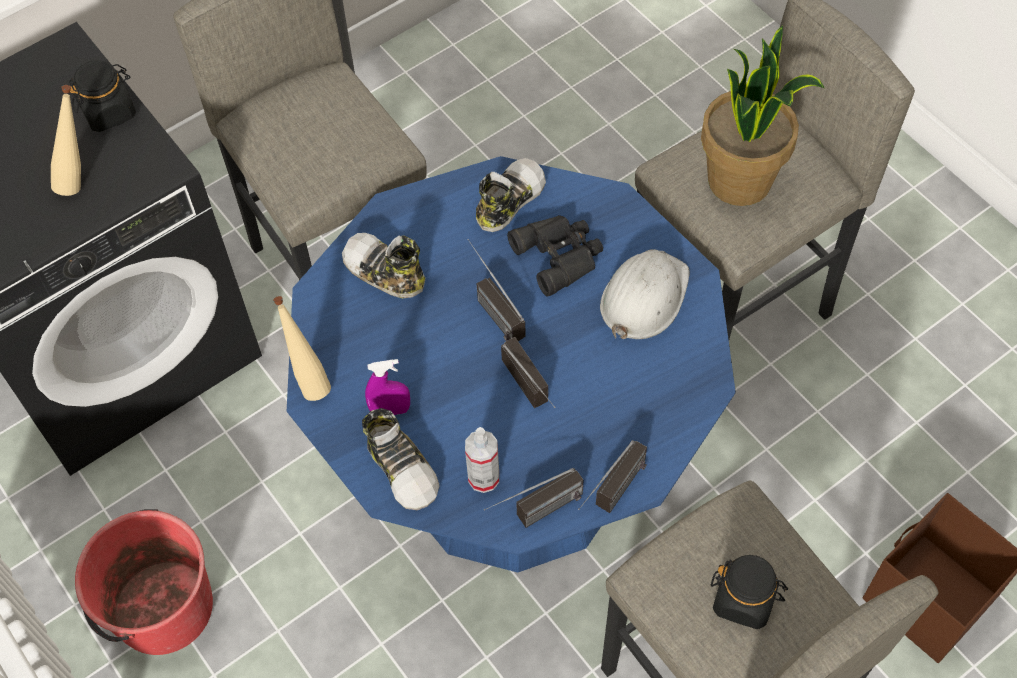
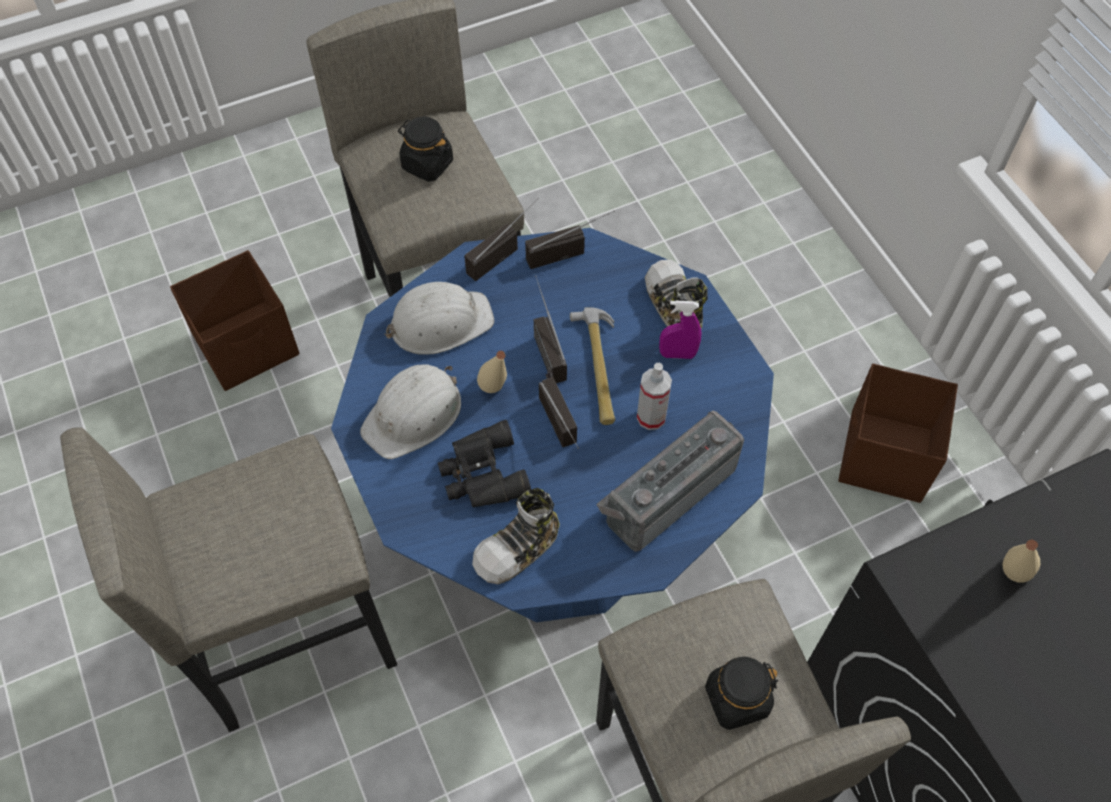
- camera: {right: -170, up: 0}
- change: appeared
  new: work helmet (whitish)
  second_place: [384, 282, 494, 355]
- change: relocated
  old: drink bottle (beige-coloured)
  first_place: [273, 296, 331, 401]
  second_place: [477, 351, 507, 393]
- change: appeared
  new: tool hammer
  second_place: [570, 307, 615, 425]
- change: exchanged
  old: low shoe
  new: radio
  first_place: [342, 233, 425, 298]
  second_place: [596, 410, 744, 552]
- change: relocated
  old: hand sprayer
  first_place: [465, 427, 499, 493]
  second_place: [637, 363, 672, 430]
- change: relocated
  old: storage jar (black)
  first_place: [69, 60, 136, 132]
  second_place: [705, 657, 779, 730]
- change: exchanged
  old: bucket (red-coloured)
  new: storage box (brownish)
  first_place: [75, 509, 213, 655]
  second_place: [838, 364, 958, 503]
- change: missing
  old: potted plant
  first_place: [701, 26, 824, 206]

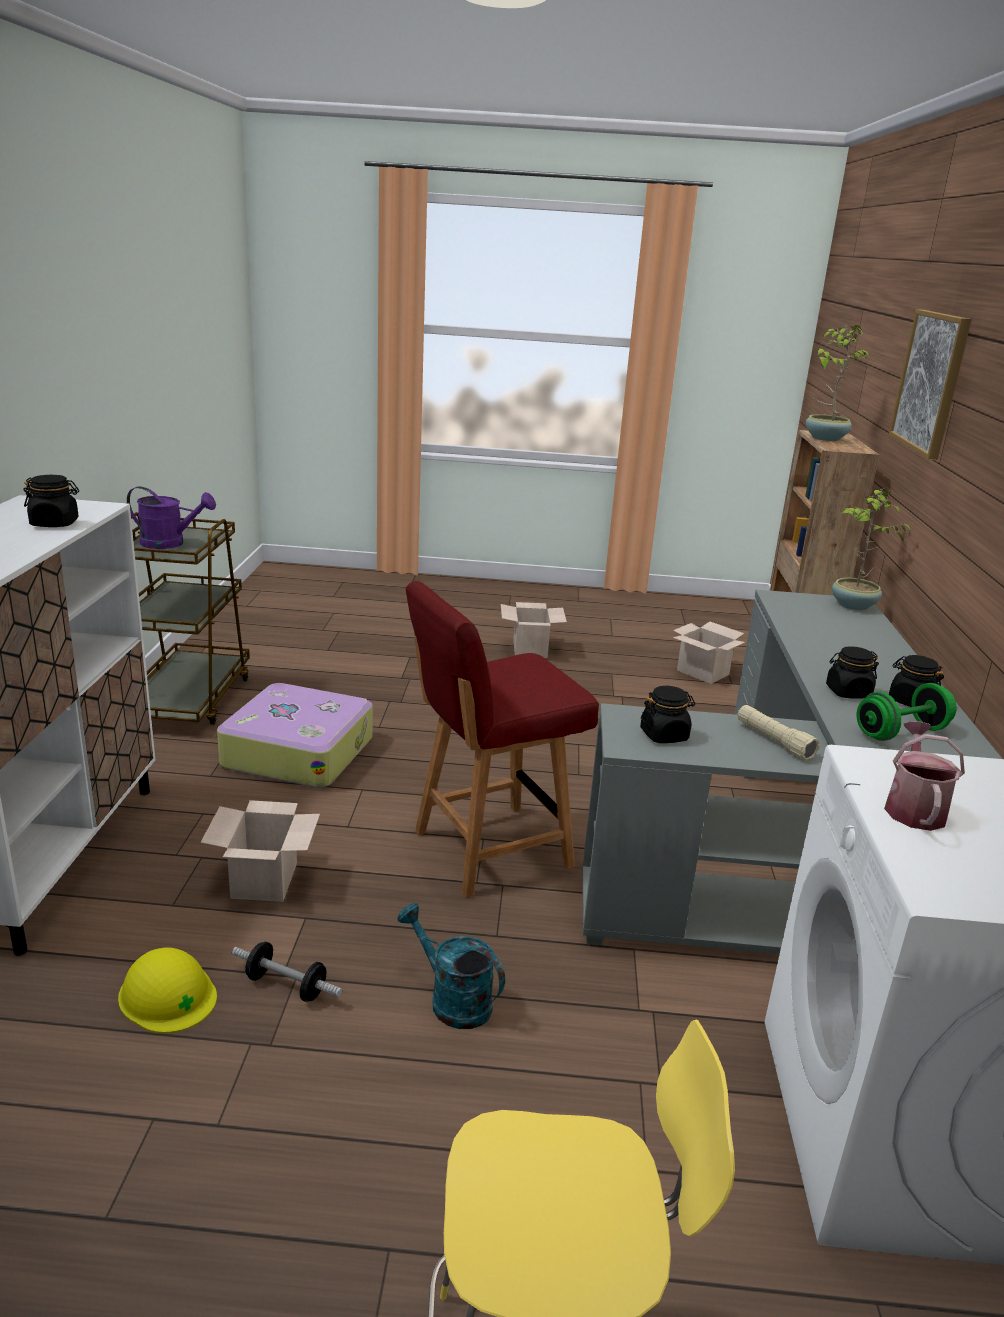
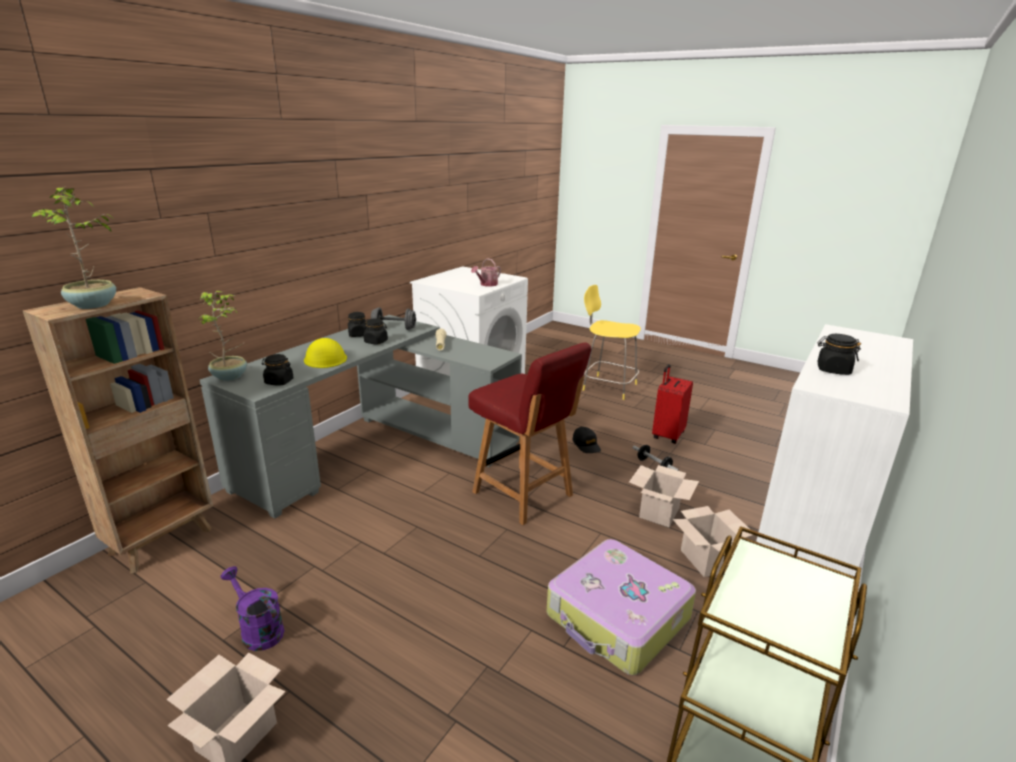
- camera: {right: -150, up: 0}
- change: relocated
  old: sprinkling can (purplish)
  first_place: [127, 486, 216, 549]
  second_place: [221, 566, 284, 651]
- change: relocated
  old: storage jar (black)
  first_place: [640, 686, 695, 743]
  second_place: [262, 354, 294, 385]
- change: relocated
  old: work helmet (yellow)
  first_place: [118, 948, 217, 1033]
  second_place: [304, 338, 347, 368]
- change: colour
  old: dumbbell (green-coloured)
  new: dumbbell (gray)
  first_place: [857, 683, 957, 741]
  second_place: [371, 307, 416, 330]
- change: spun
  old: plain chair (red-coloured)
  first_place: [406, 581, 599, 898]
  second_place: [468, 342, 592, 525]
  degrees: 45
- change: exchanged
  old: sprinkling can (turquoise-coloured)
  new: baseball cap (black)
  first_place: [397, 903, 505, 1029]
  second_place: [572, 427, 601, 453]
- change: appeared
  new: piece of luggage (red-coloured)
  second_place: [652, 364, 693, 444]
- change: relocated
  old: carton
  first_place: [673, 621, 745, 684]
  second_place: [672, 506, 753, 577]
- change: missing
  old: wall art
  first_place: [889, 309, 972, 460]

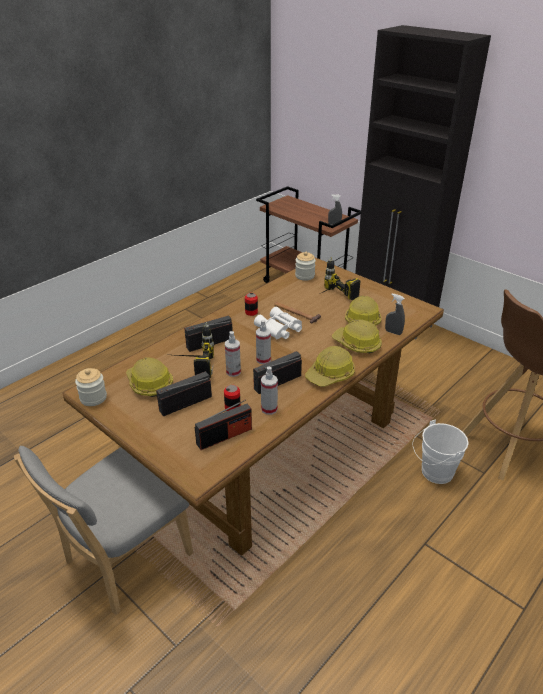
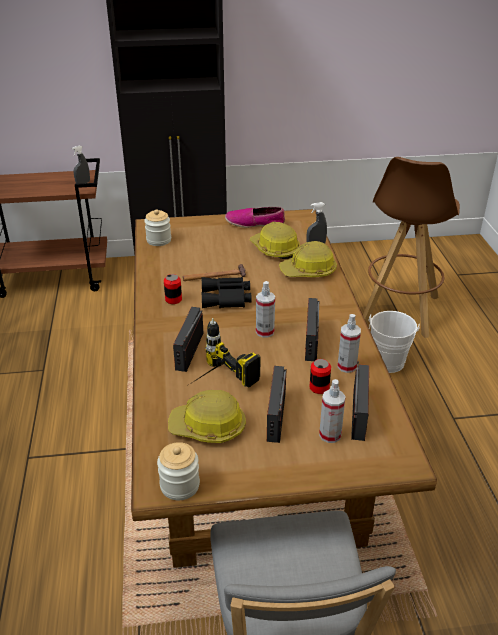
- camera: {right: -50, up: 0}
- change: colour
  old: binoculars (whitish)
  new: binoculars (black)
  first_place: [254, 307, 302, 339]
  second_place: [202, 277, 252, 308]
- change: appeared
  new: low shoe
  second_place: [225, 207, 285, 228]
- change: relocated
  old: hand sprayer
  first_place: [225, 331, 241, 377]
  second_place: [319, 379, 346, 443]
- change: missing
  old: work helmet
  first_place: [305, 346, 355, 387]
- change: missing
  old: electric drill
  first_place: [322, 257, 360, 300]

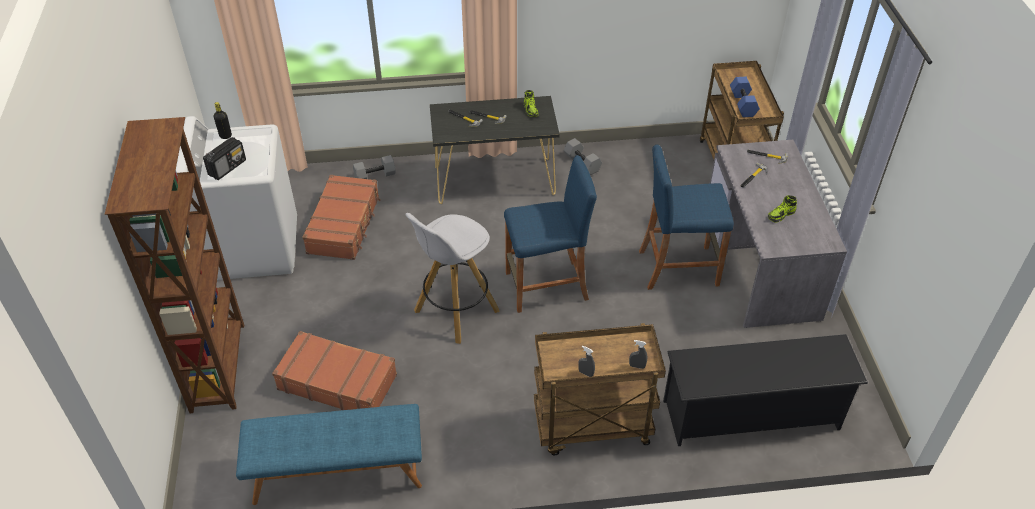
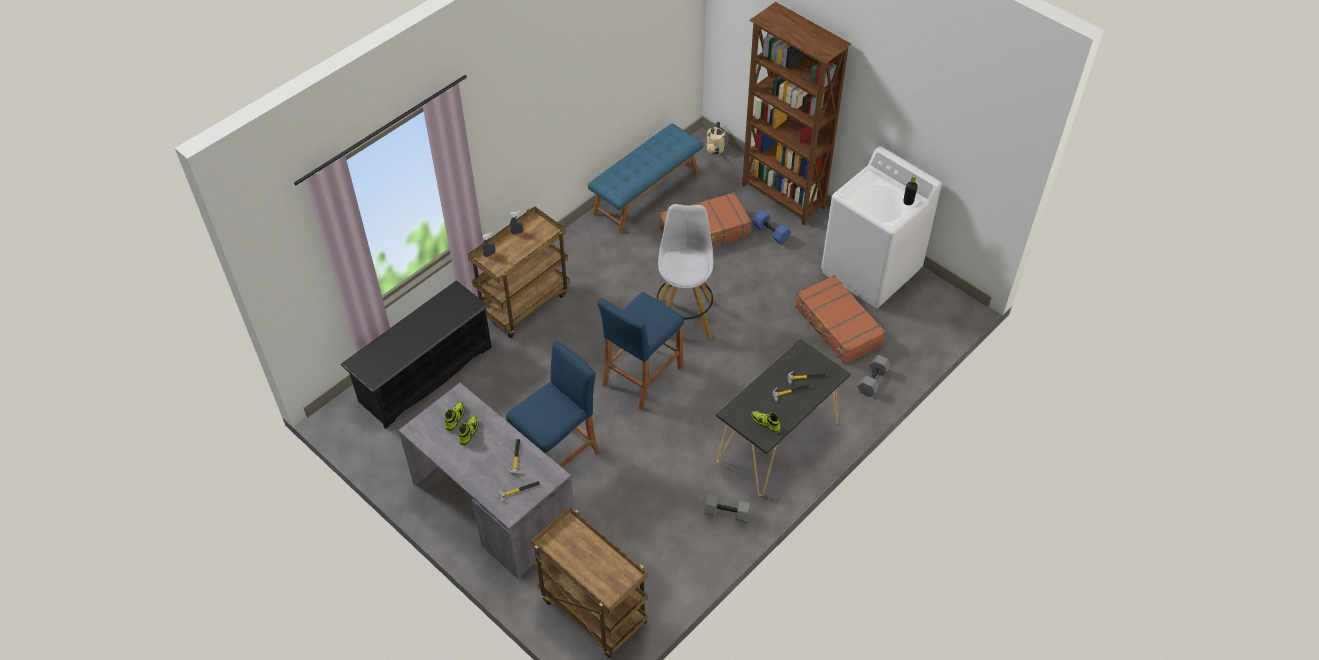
- camera: {right: 140, up: 5}
- change: appeared
  new: low shoe
  second_place: [445, 401, 465, 431]
- change: appeared
  new: sprinkling can (beige-coloured)
  second_place: [706, 122, 725, 154]
- change: relocated
  old: dumbbell (blue-coloured)
  first_place: [730, 77, 760, 117]
  second_place: [752, 210, 791, 245]
- change: missing
  old: radio
  first_place: [203, 137, 246, 180]

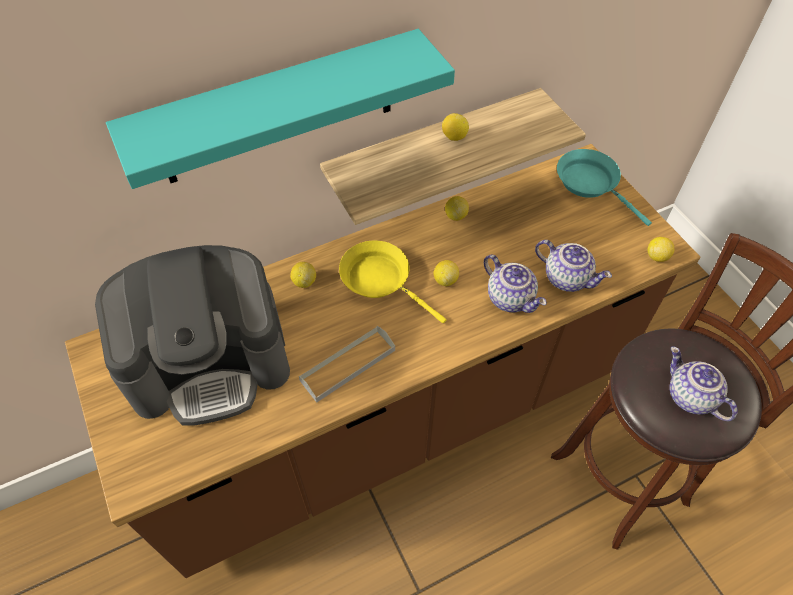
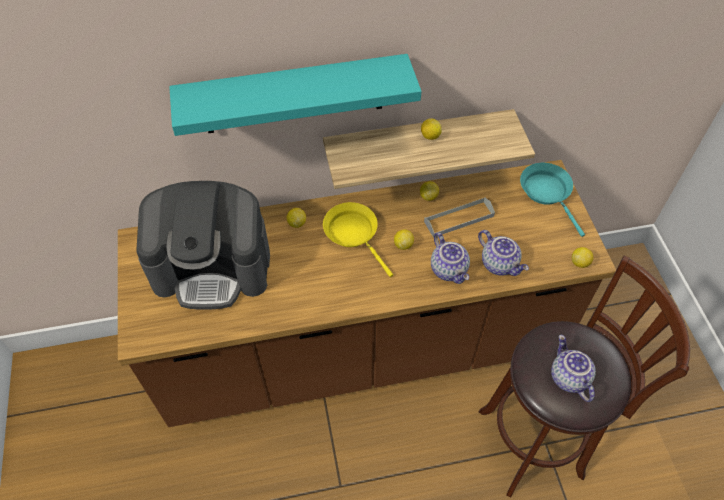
- camera: {right: 15, up: 0}
- change: relocated
  old: carrying tray (gray)
  first_place: [299, 326, 395, 403]
  second_place: [424, 197, 495, 238]

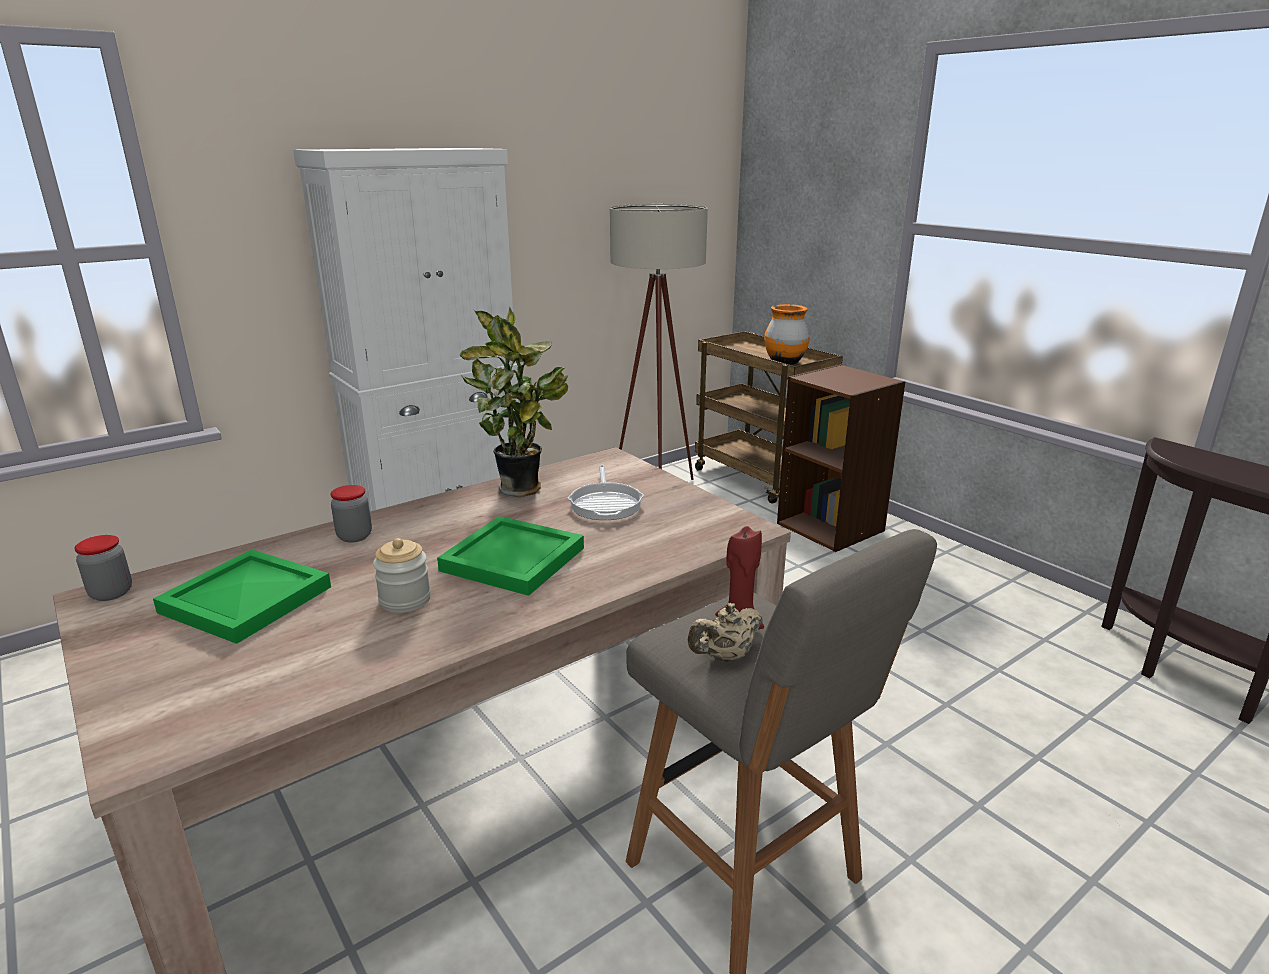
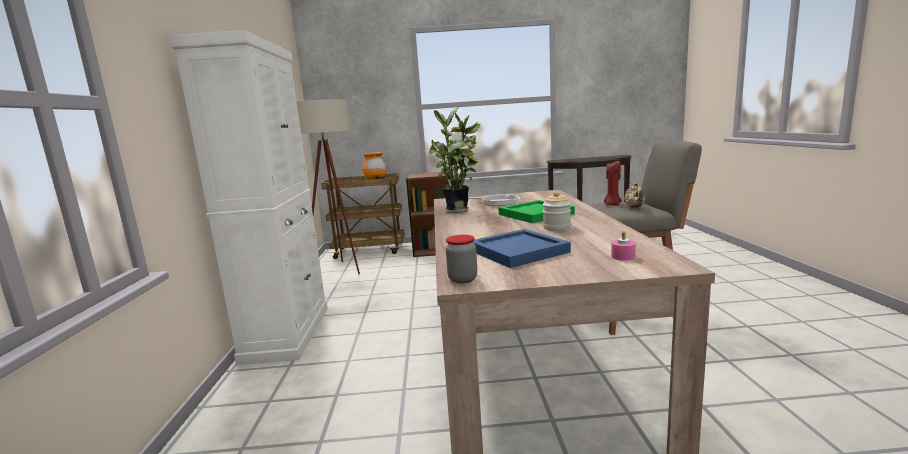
- camera: {right: -55, up: -10}
- change: colour
  old: carrying tray (green-coloured)
  new: carrying tray (blue-coloured)
  first_place: [153, 549, 331, 644]
  second_place: [473, 229, 571, 268]
- change: appeared
  new: wax candle (pink)
  second_place: [611, 231, 636, 261]
- change: missing
  old: storage jar
  first_place: [330, 485, 372, 542]

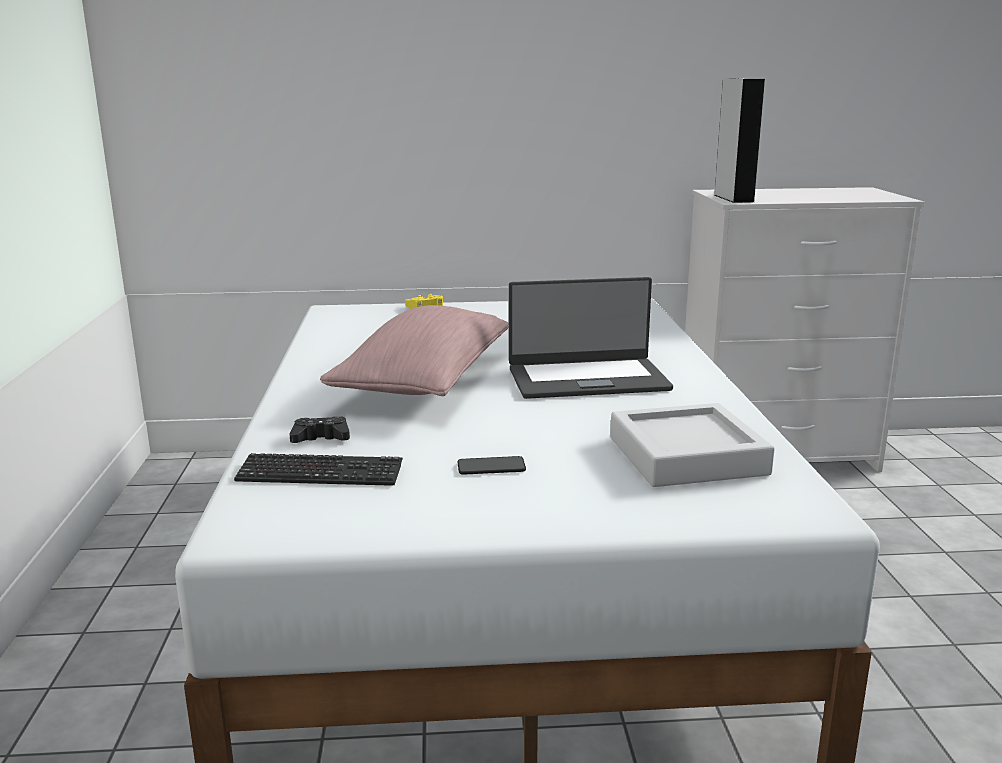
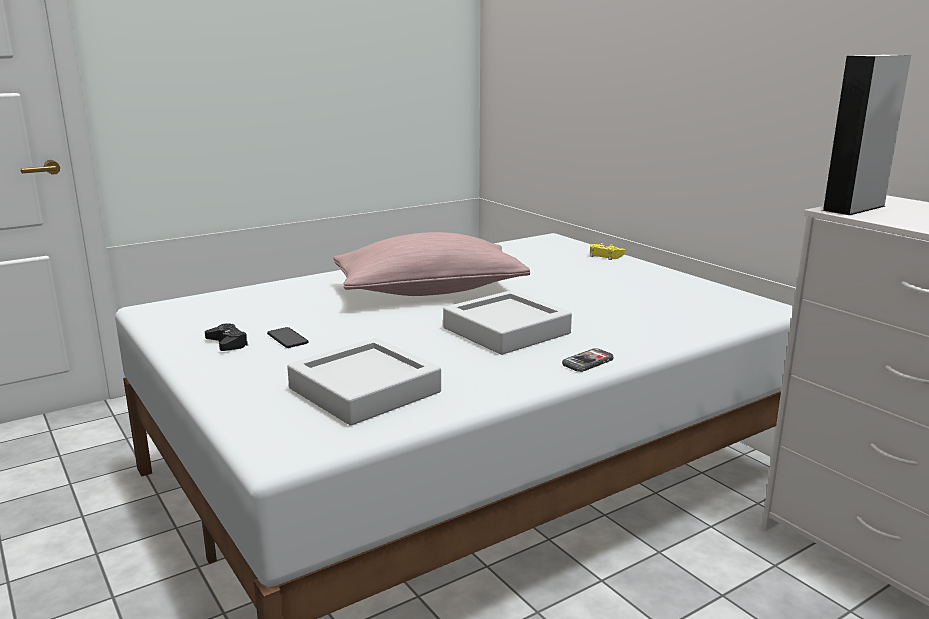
- camera: {right: 60, up: 0}
- change: relocated
  old: game controller (black)
  first_place: [289, 416, 350, 443]
  second_place: [205, 323, 248, 351]
- change: exchanged
  old: notebook computer
  new: carrying tray (gray)
  first_place: [509, 277, 673, 399]
  second_place: [443, 290, 572, 355]
- change: appeared
  new: phone
  second_place: [562, 348, 614, 372]
- change: missing
  old: keyboard
  first_place: [234, 453, 403, 486]

